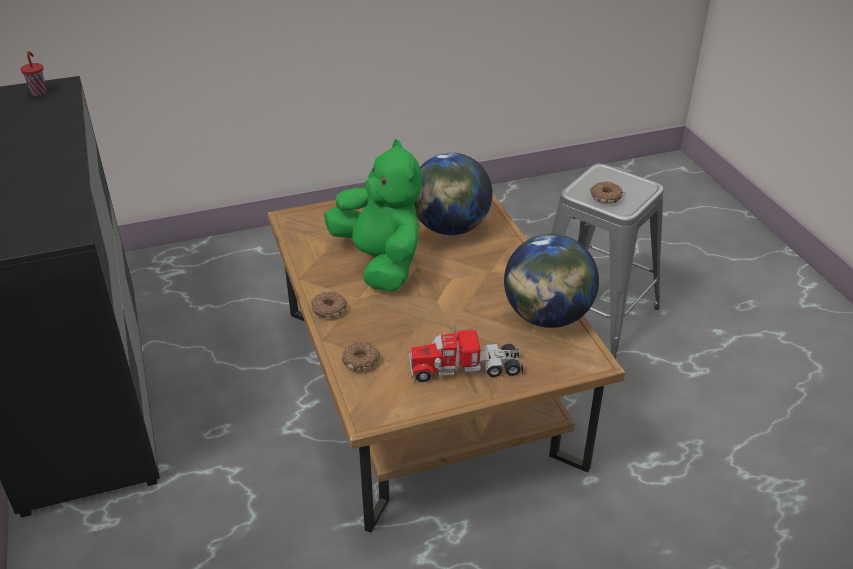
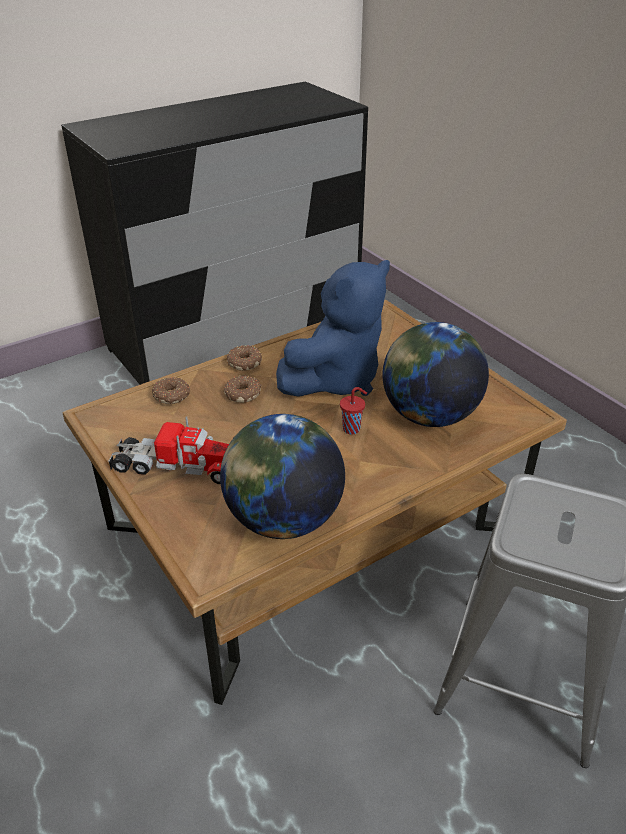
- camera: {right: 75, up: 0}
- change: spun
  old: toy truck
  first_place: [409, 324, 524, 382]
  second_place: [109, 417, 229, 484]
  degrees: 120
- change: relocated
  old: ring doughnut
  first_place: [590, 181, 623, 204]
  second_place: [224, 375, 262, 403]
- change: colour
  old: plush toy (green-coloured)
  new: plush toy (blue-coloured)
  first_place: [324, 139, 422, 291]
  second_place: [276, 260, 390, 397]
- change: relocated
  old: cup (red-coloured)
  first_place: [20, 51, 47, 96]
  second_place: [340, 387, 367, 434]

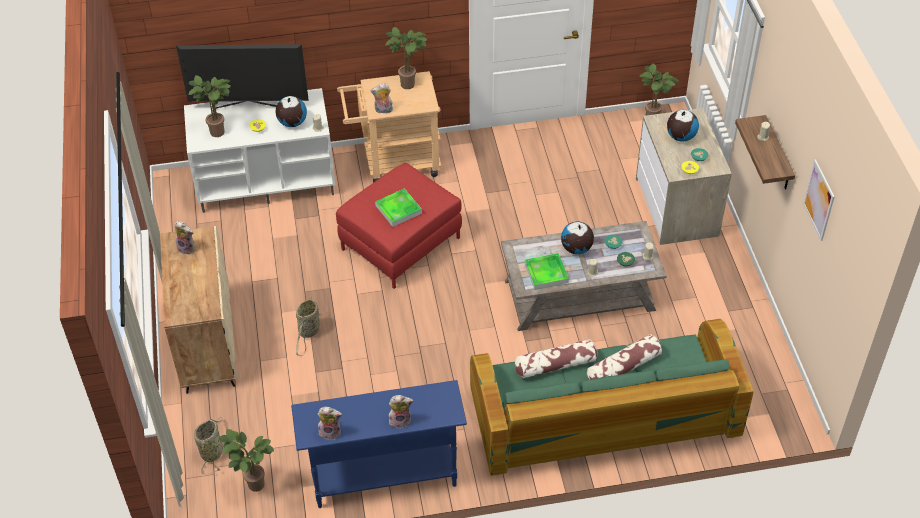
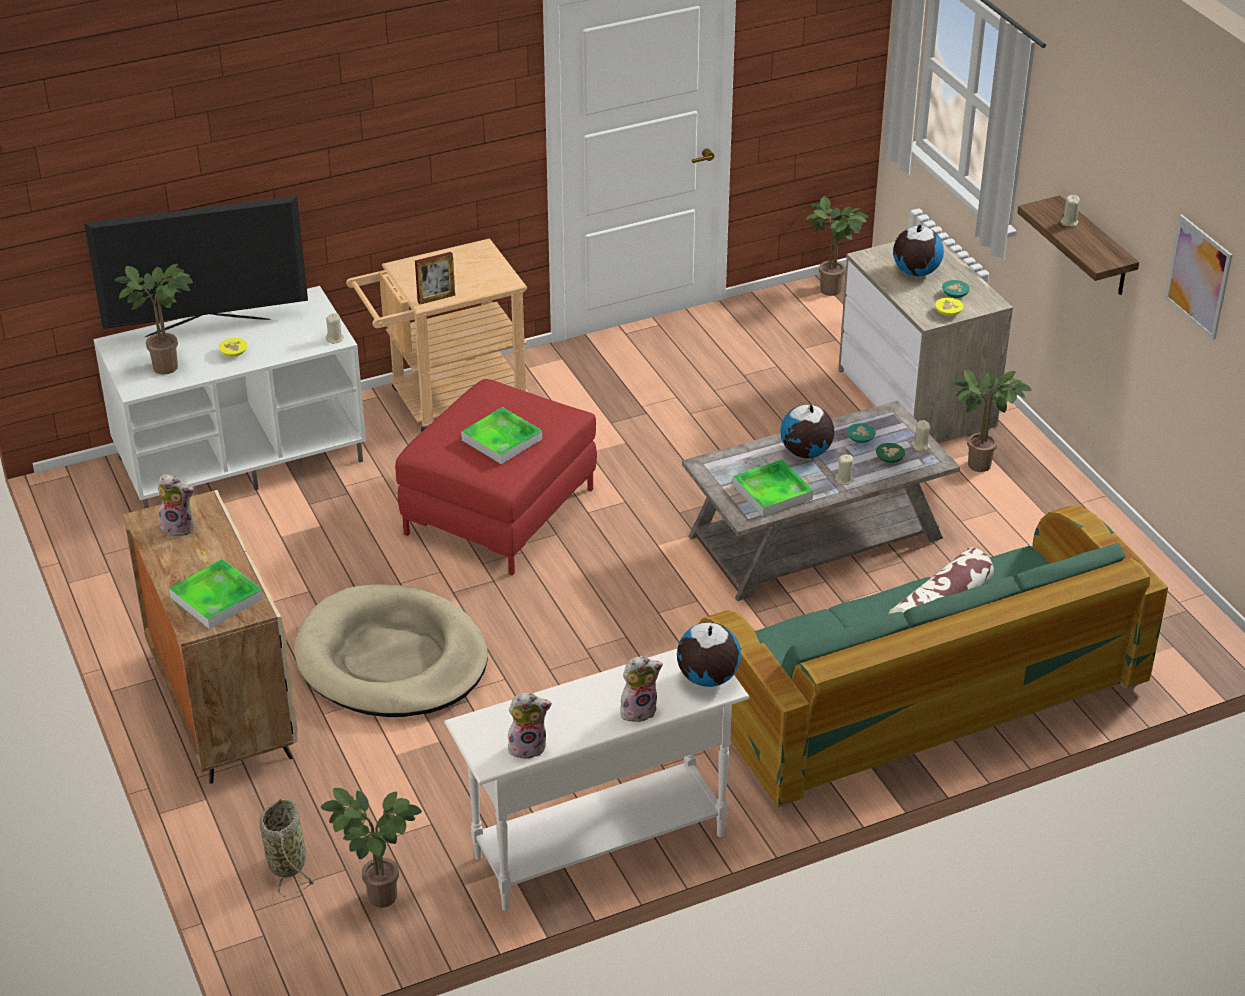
- camera: {right: -15, up: -10}
- change: appeared
  new: carrying tray
  second_place: [169, 559, 263, 629]
- change: exchanged
  old: storage basket
  new: dog bed (beige-coloured)
  first_place: [296, 296, 320, 356]
  second_place: [294, 584, 488, 717]
- change: exchanged
  old: plush toy
  new: photo frame
  first_place: [370, 83, 393, 113]
  second_place: [415, 252, 455, 305]
- change: colour
  old: narrow table (blue-coloured)
  new: narrow table (whitish)
  first_place: [291, 380, 467, 508]
  second_place: [444, 648, 749, 911]
- change: relocated
  old: globe
  first_place: [276, 96, 307, 127]
  second_place: [677, 622, 741, 687]
- change: relocated
  old: potted plant
  first_place: [386, 27, 427, 89]
  second_place: [952, 370, 1032, 472]
- change: missing
  old: throw pillow
  first_place: [515, 339, 597, 379]

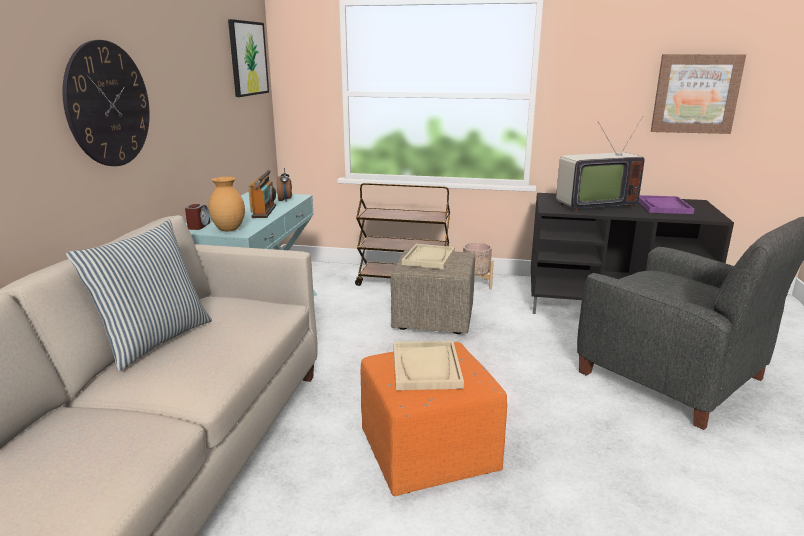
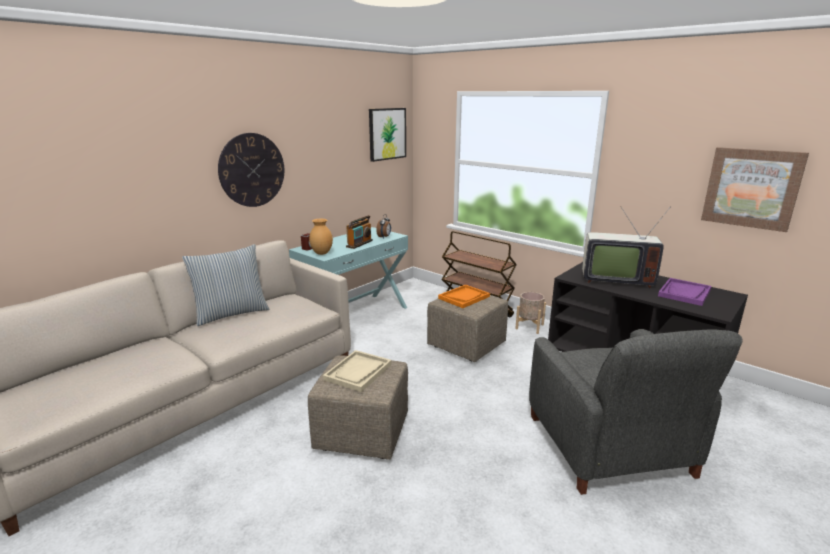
- camera: {right: 30, up: 0}
- change: colour
  old: ottoman (orange-coloured)
  new: ottoman (beige-coloured)
  first_place: [361, 342, 507, 496]
  second_place: [308, 355, 408, 460]
- change: colour
  old: carrying tray (beige-coloured)
  new: carrying tray (orange-coloured)
  first_place: [402, 244, 455, 269]
  second_place: [438, 284, 490, 308]

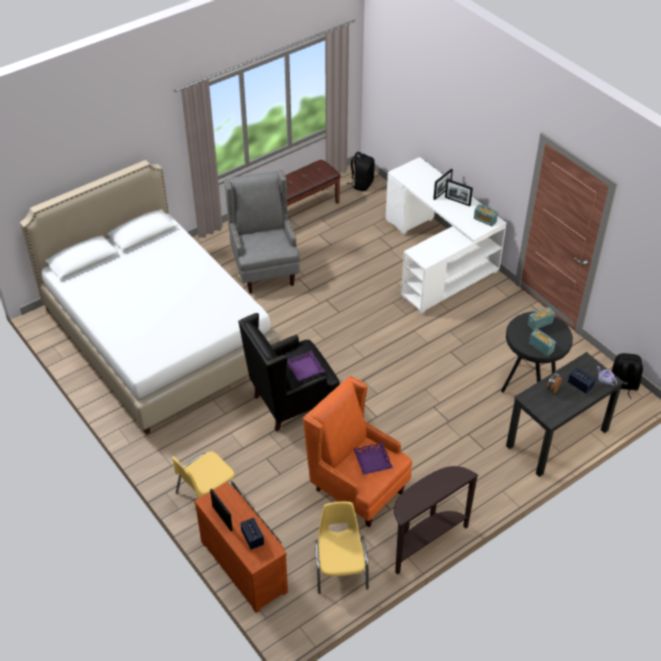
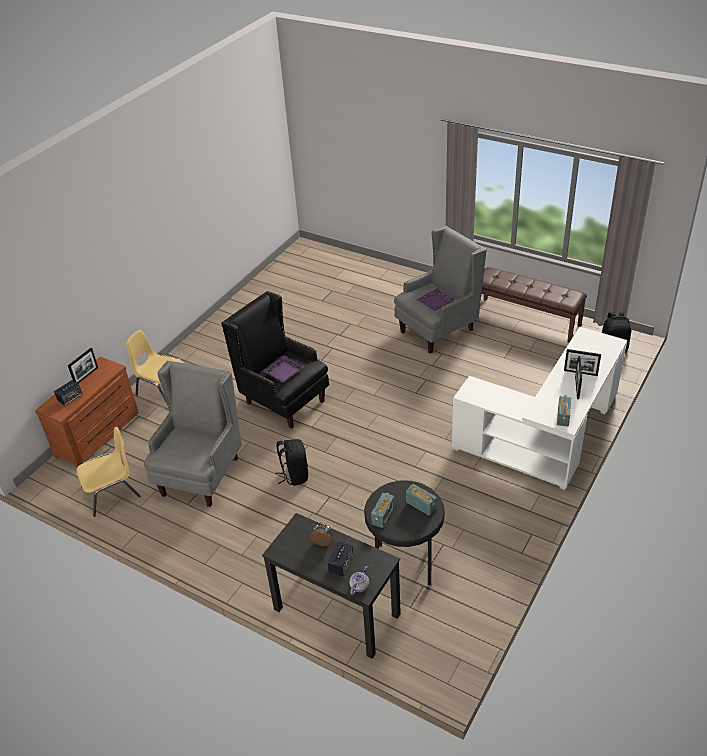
- camera: {right: 70, up: -5}
- change: colour
  old: easy chair (orange-coloured)
  new: easy chair (gray)
  first_place: [303, 376, 412, 527]
  second_place: [144, 361, 242, 507]
- change: relocated
  old: backpack (black)
  first_place: [611, 353, 643, 399]
  second_place: [275, 439, 308, 486]
- change: relocated
  old: carrying tray (purplish)
  first_place: [353, 442, 393, 475]
  second_place: [417, 288, 455, 311]
- change: missing
  old: bed (whitish)
  first_place: [20, 160, 279, 435]
- change: missing
  old: narrow table (brownish)
  first_place: [394, 466, 479, 575]

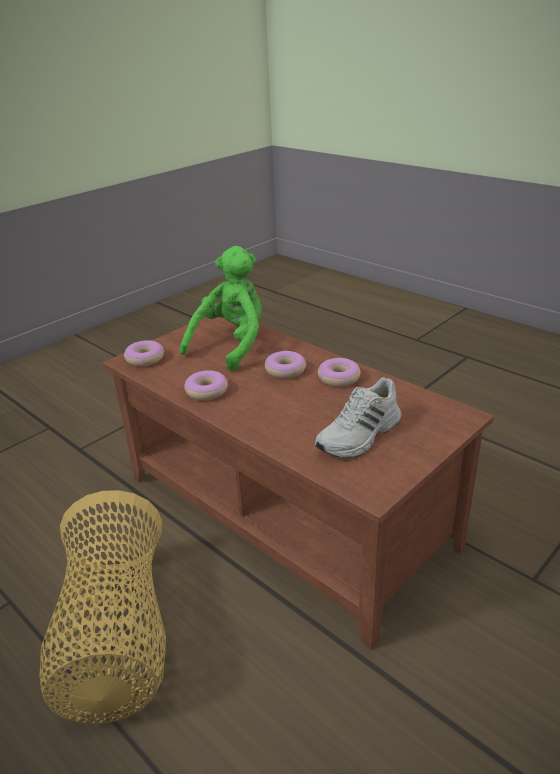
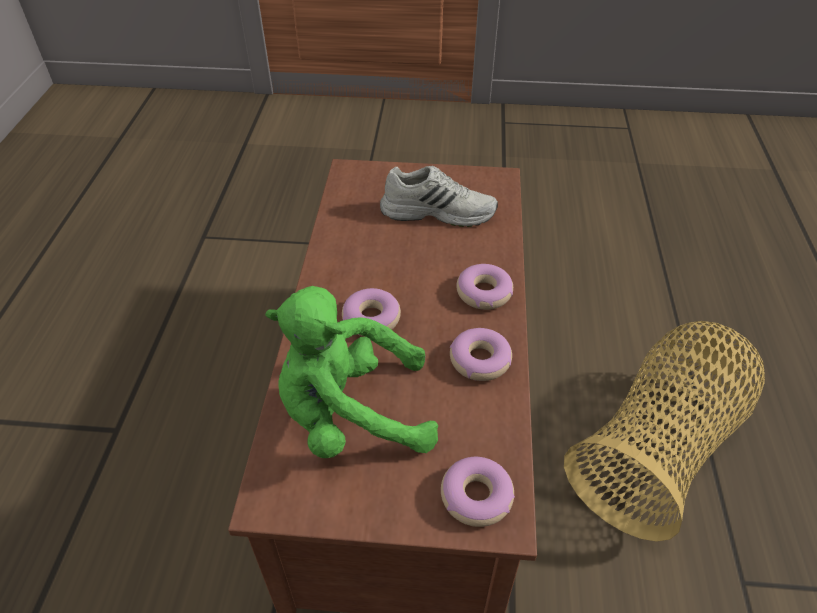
- camera: {right: -130, up: 15}
- change: relocated
  old: ring doughnut
  first_place: [318, 358, 361, 387]
  second_place: [456, 264, 513, 310]

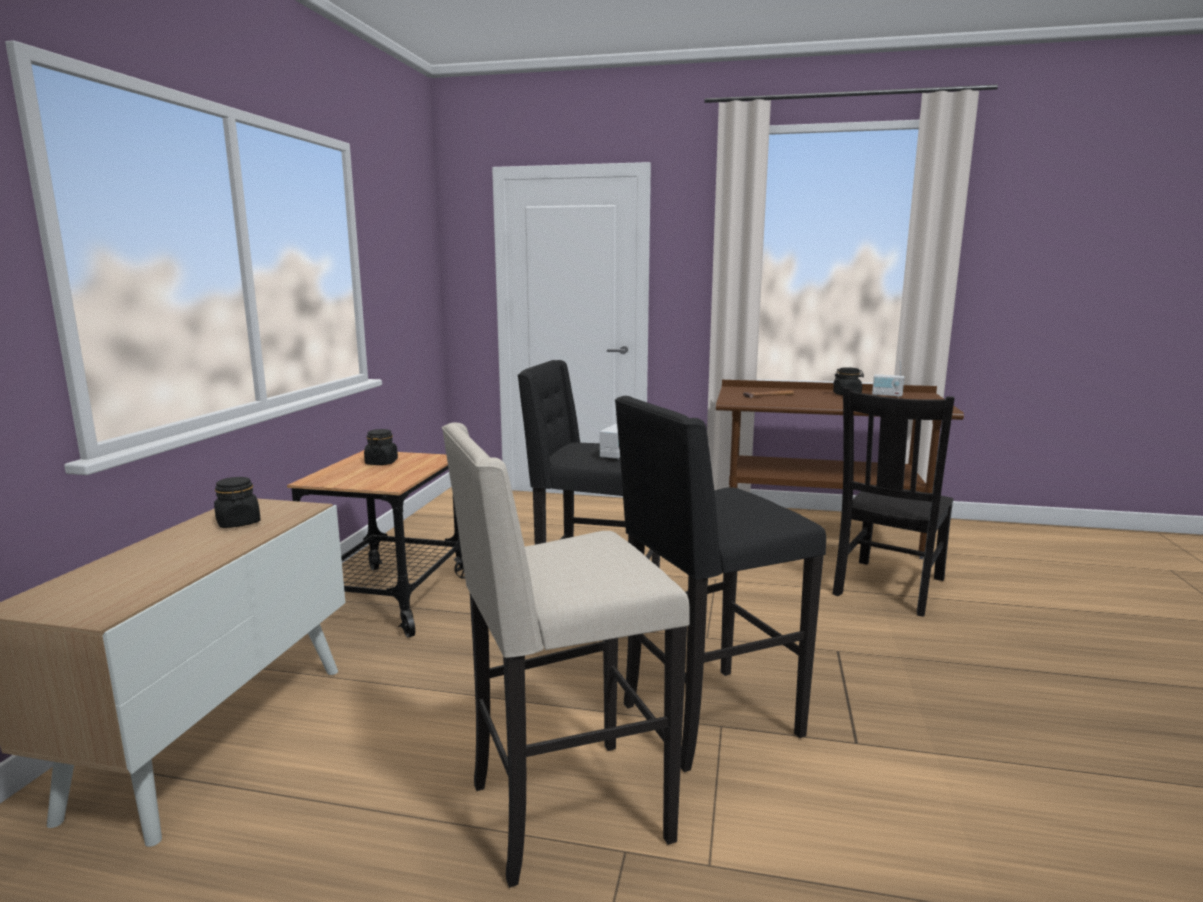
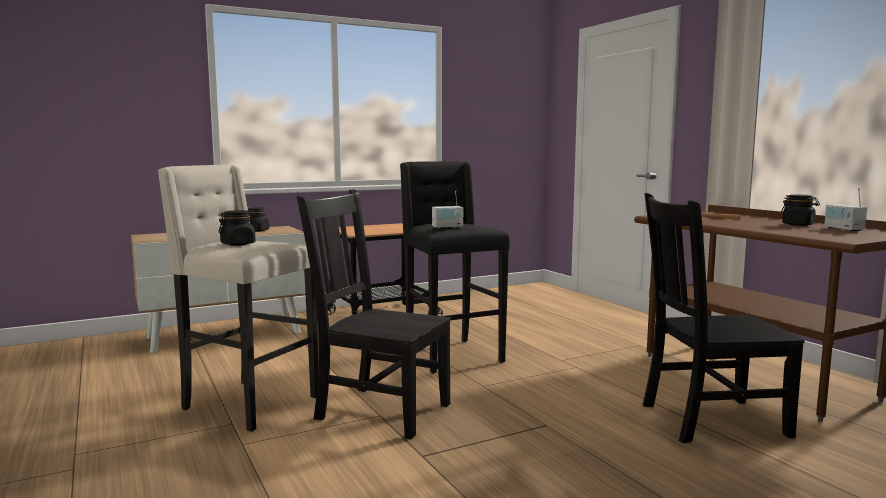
- camera: {right: 50, up: -5}
- change: relocated
  old: storage jar (black)
  first_place: [364, 429, 398, 465]
  second_place: [218, 210, 256, 246]
- change: exchanged
  old: sitting stool (black)
  new: plain chair (black)
  first_place: [615, 396, 826, 772]
  second_place: [297, 190, 451, 439]

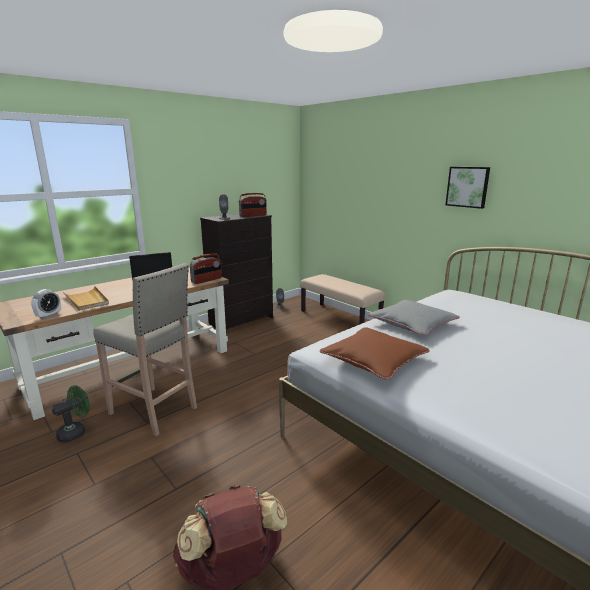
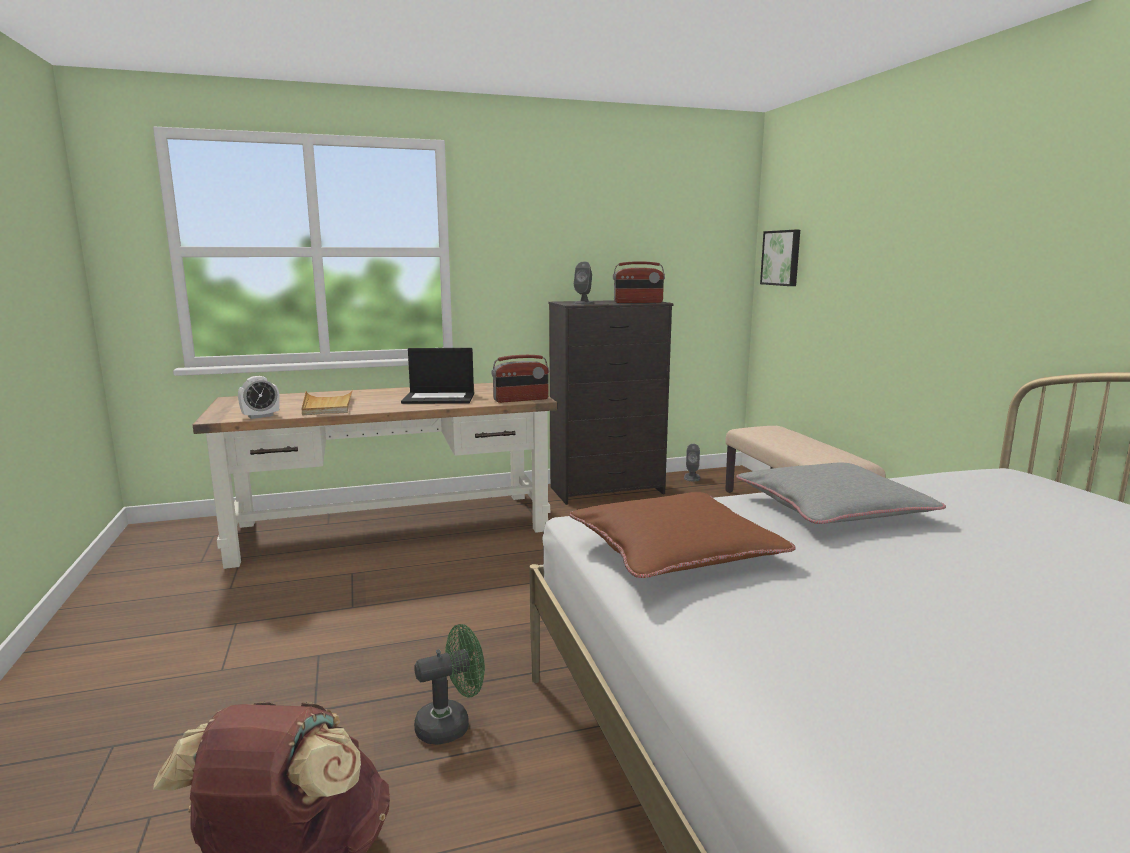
- camera: {right: 25, up: -5}
- change: relocated
  old: cooling fan (green-coloured)
  first_place: [52, 385, 90, 443]
  second_place: [414, 624, 485, 745]
- change: relocated
  old: wall art
  first_place: [445, 167, 490, 209]
  second_place: [760, 230, 800, 286]
- change: missing
  old: sitting stool (beige-coloured)
  first_place: [93, 263, 197, 436]

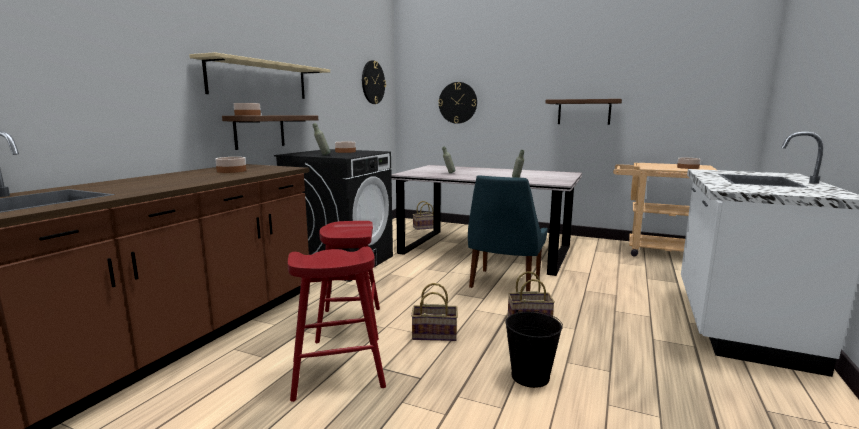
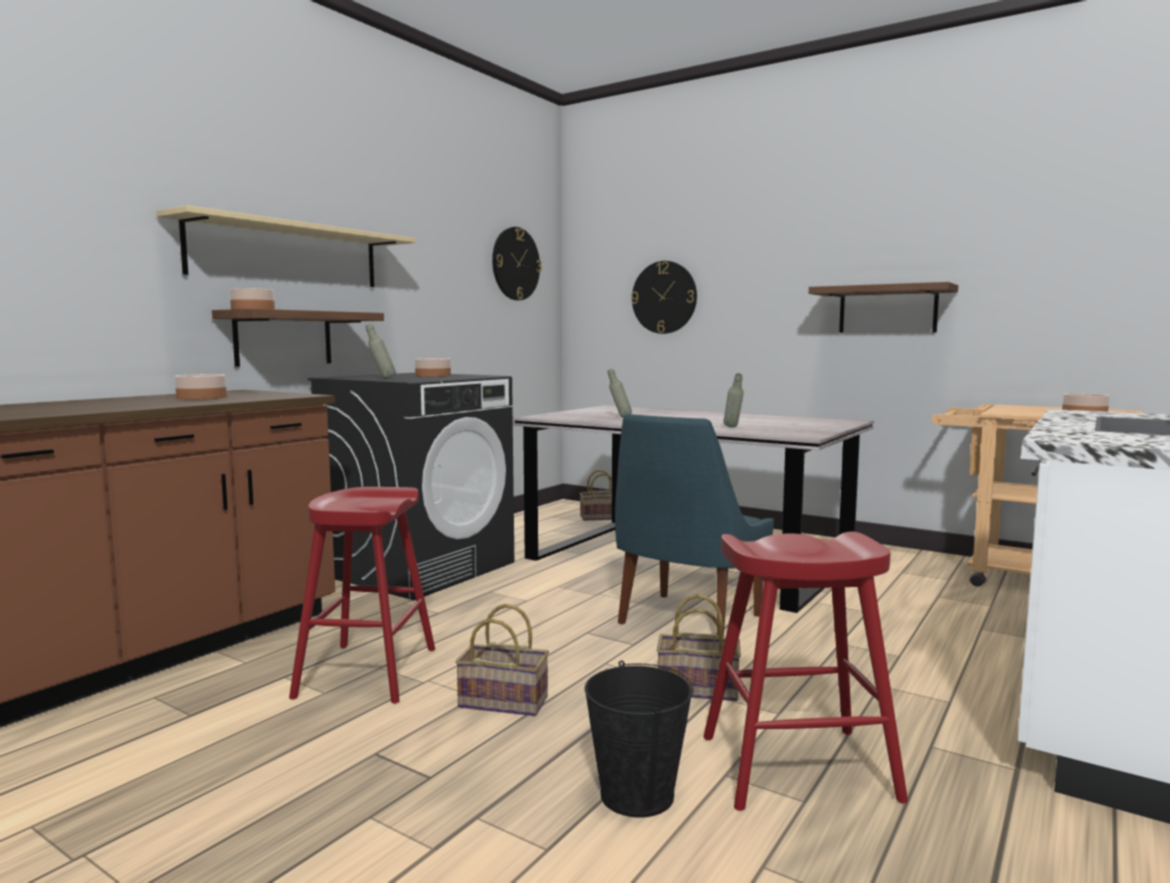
- camera: {right: 10, up: -5}
- change: relocated
  old: sitting stool (red-coloured)
  first_place: [288, 247, 386, 402]
  second_place: [703, 532, 908, 811]

